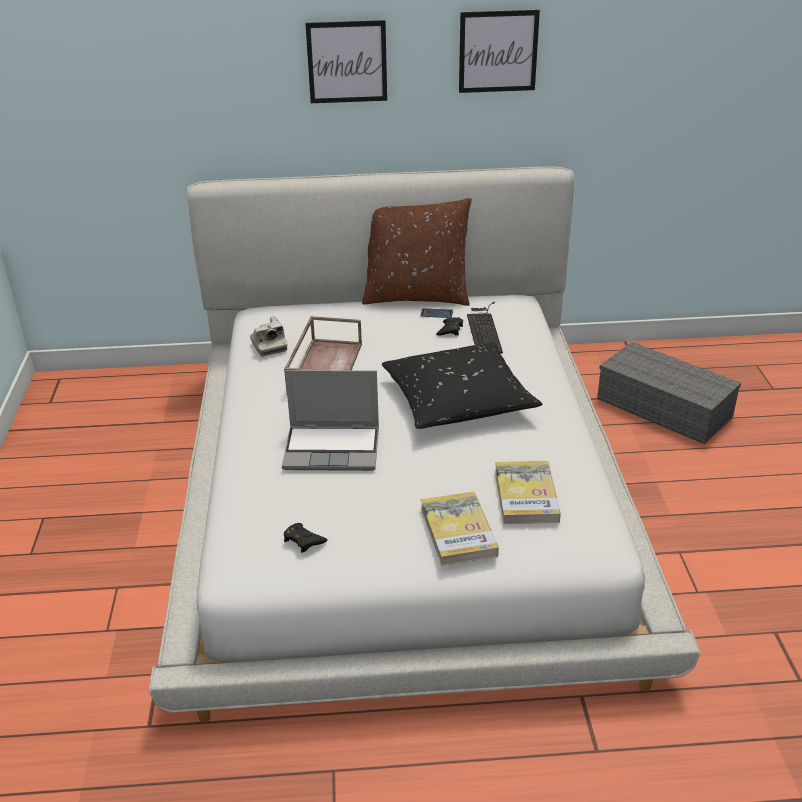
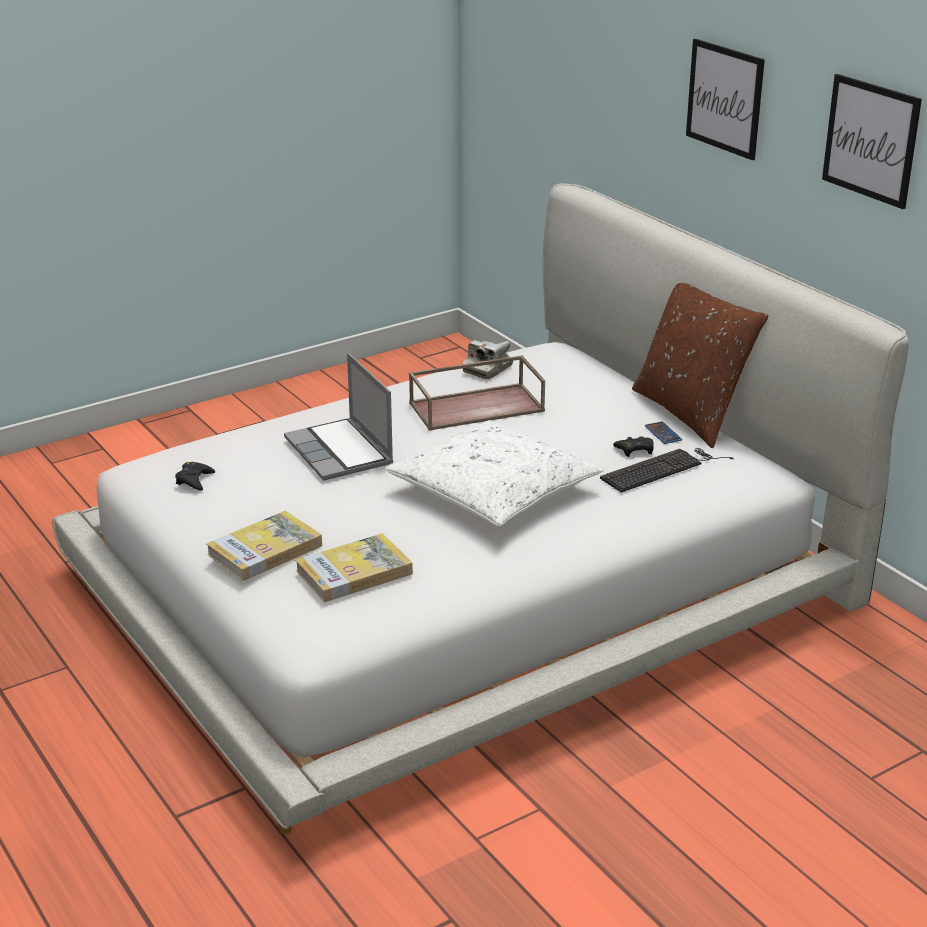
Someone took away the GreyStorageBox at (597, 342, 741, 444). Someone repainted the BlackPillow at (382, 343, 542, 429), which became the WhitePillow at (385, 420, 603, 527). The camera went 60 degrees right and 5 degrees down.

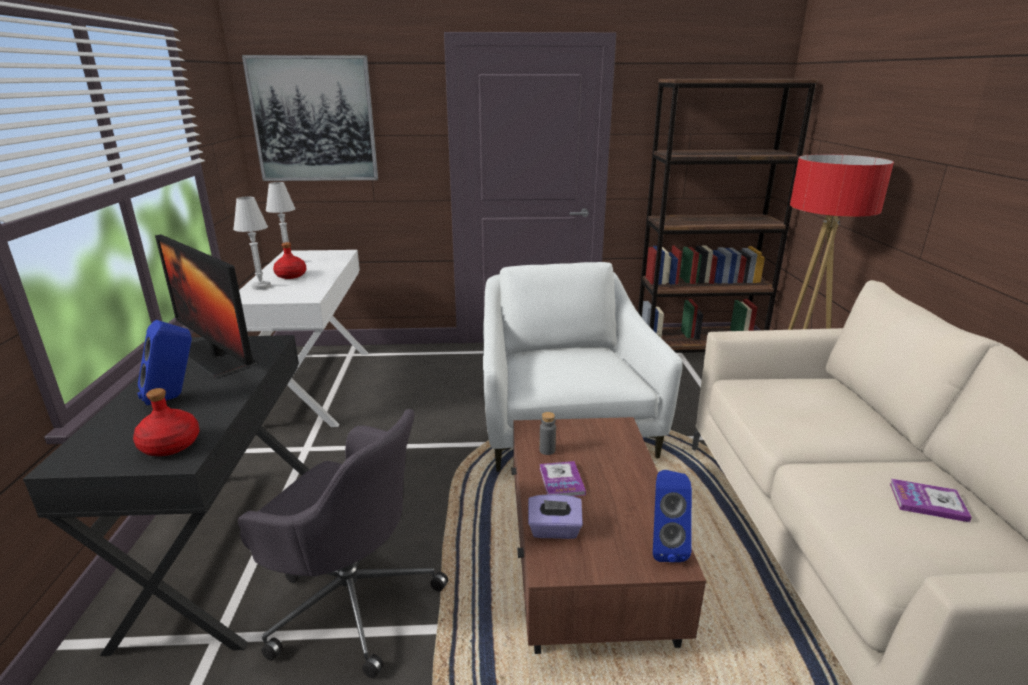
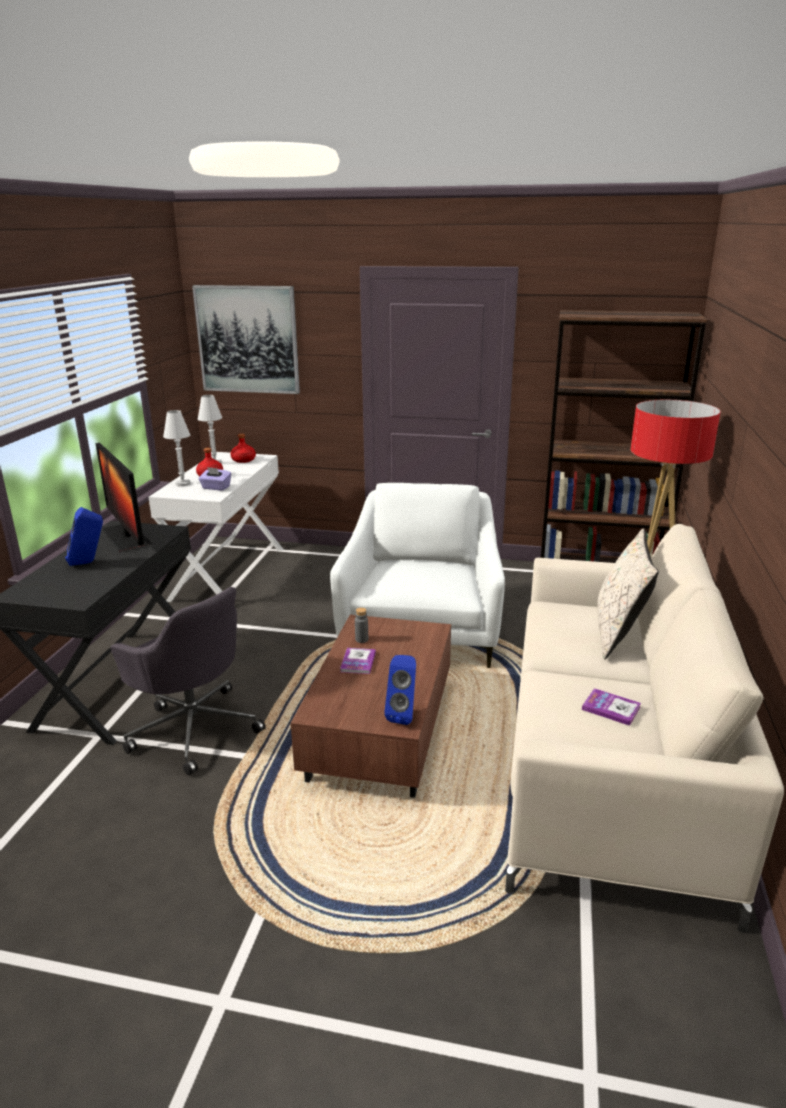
Someone put down the BeigePillow at (597, 529, 659, 659). Someone carried the RedBottle from (133, 388, 199, 456) to (230, 434, 256, 463). Someone carried the PurpleTissueBox from (528, 494, 583, 539) to (199, 467, 231, 491). The camera went 15 degrees right and 0 degrees up.

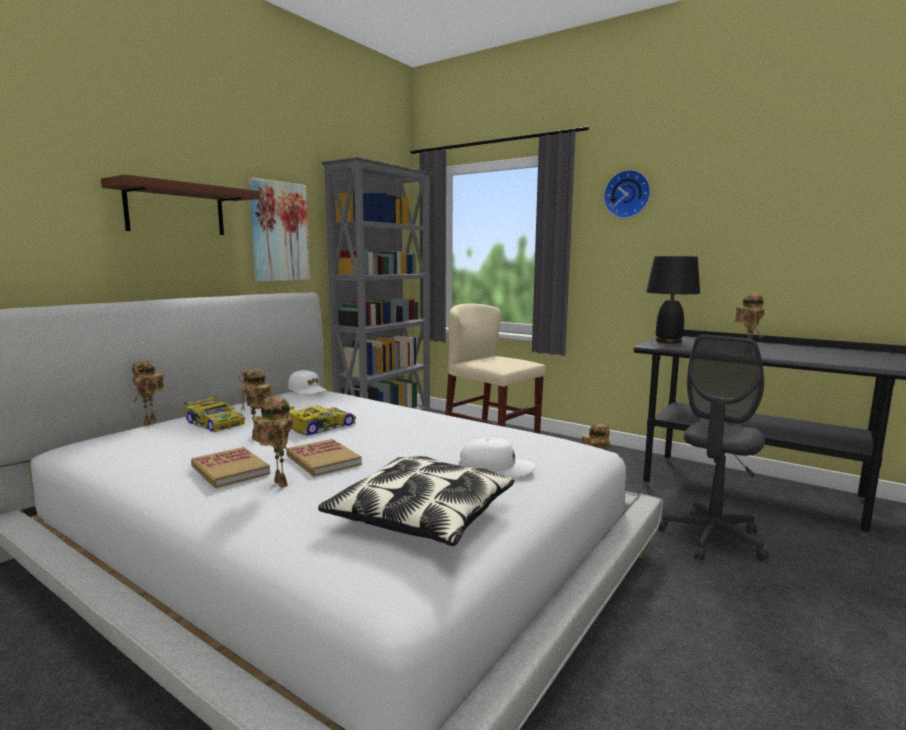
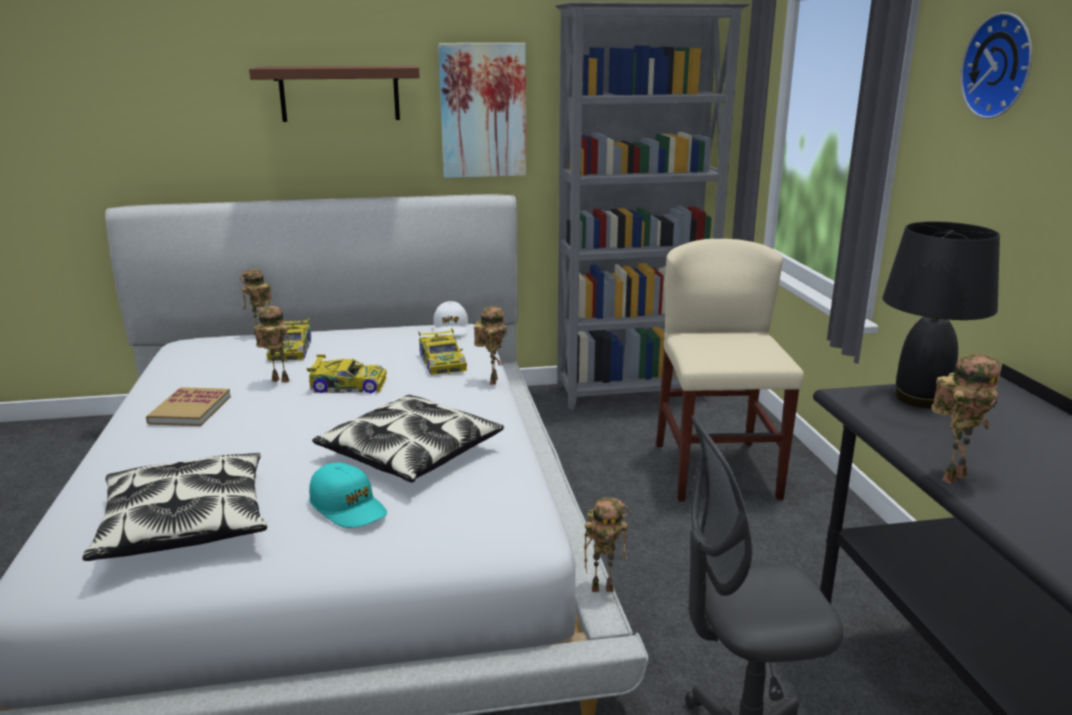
Someone took away the Book at (286, 439, 362, 477). Someone put down the Pillow at (312, 395, 504, 483). Someone put down the ToyCar at (419, 328, 467, 375). Someone carried the ToyRobot from (253, 397, 298, 488) to (474, 306, 507, 385). Someone repainted the WhiteCap at (458, 438, 535, 478), which became the TurquoiseCap at (309, 462, 387, 528). The camera went 45 degrees right and 10 degrees up.

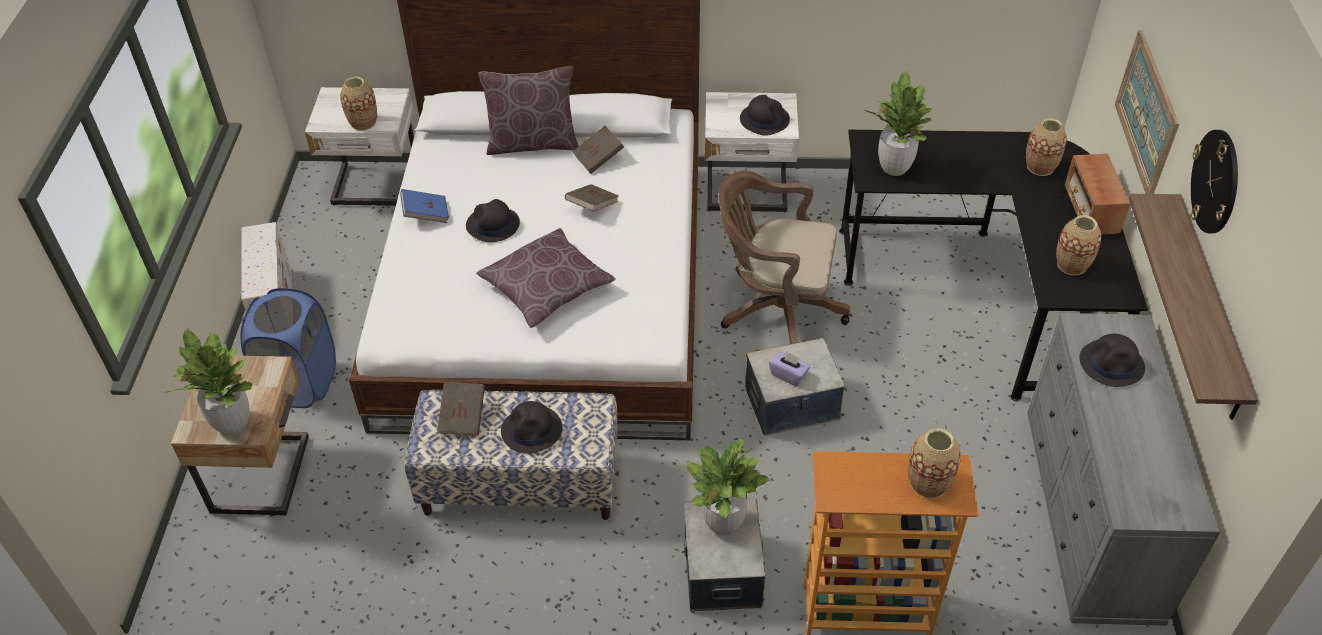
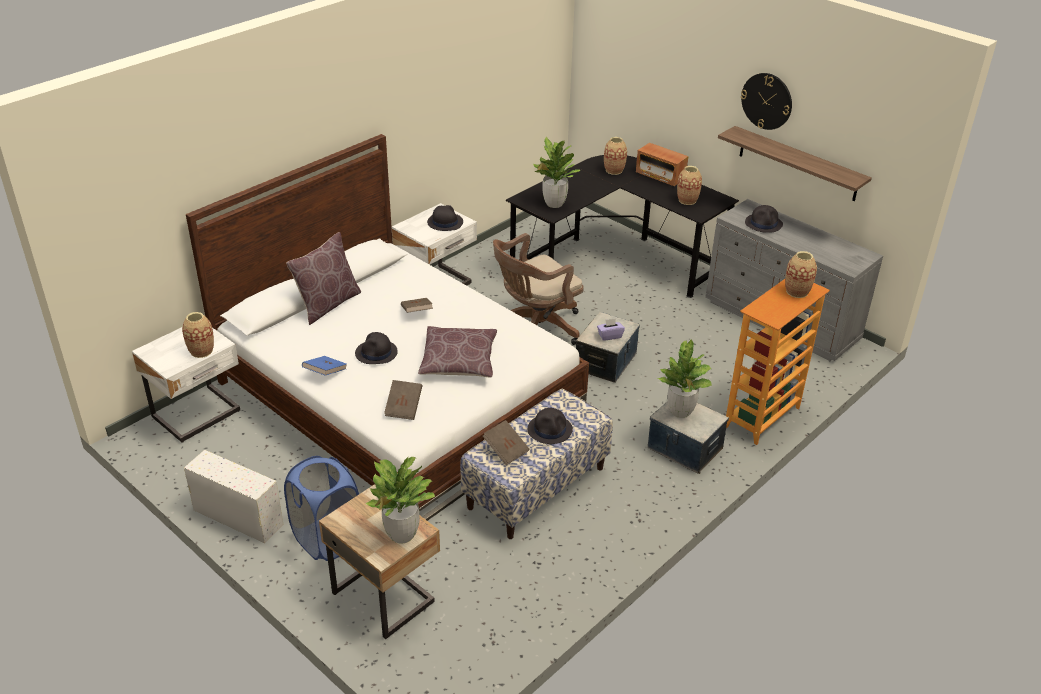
Someone took away the Picture at (1115, 30, 1179, 194). Someone carried the BrownBook from (572, 126, 624, 174) to (384, 380, 423, 420). The camera went 50 degrees left and 10 degrees down.

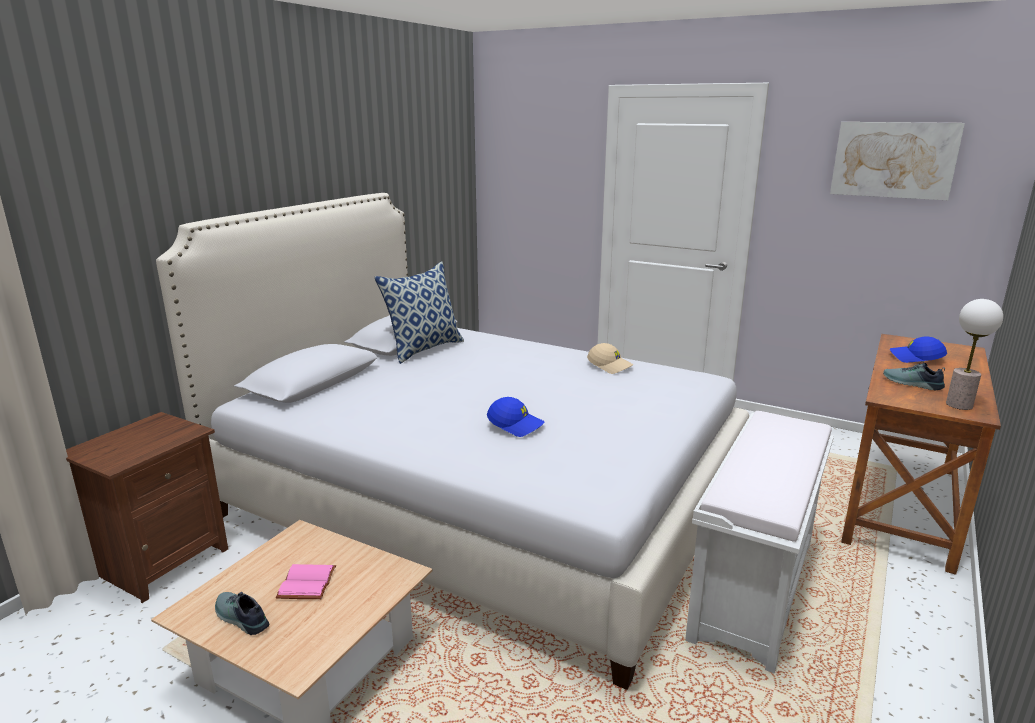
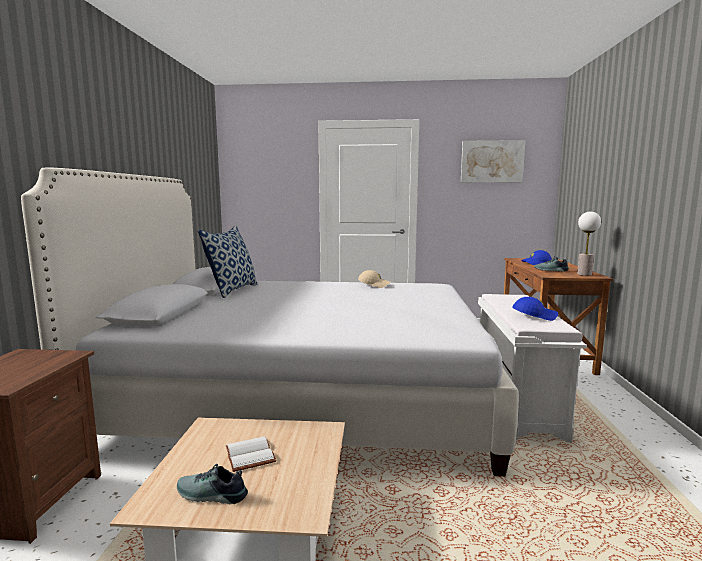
Someone carried the BlueCap from (487, 397, 544, 437) to (512, 297, 558, 321). Someone repainted the PinkBook at (276, 564, 336, 599), which became the WhiteBook at (226, 436, 276, 472). The camera went 25 degrees left and 10 degrees down.

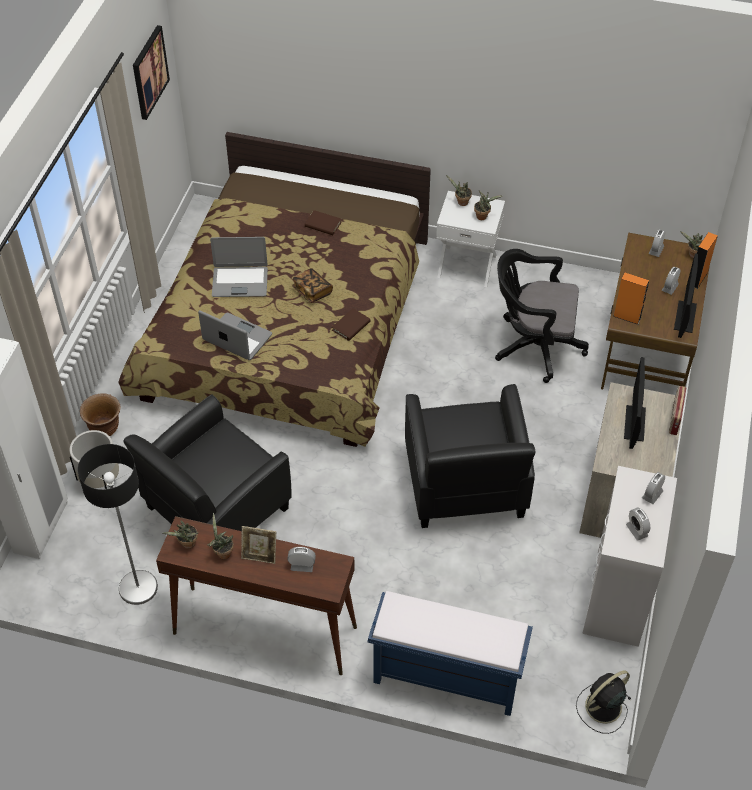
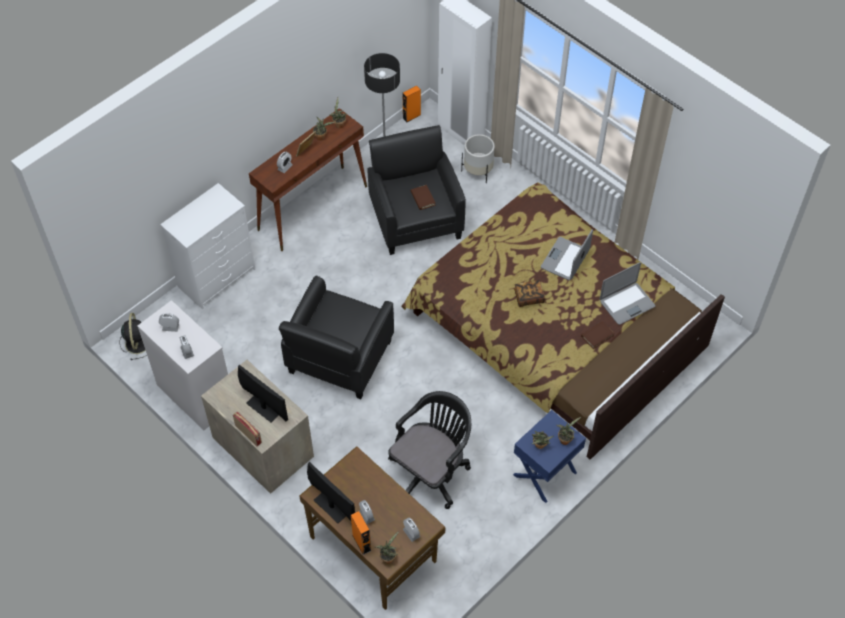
Someone took away the BrownPlanter at (80, 393, 120, 436). Someone took away the Picture at (133, 25, 170, 120). Someone carried the Laptop from (198, 310, 272, 360) to (600, 262, 655, 325). Someone carried the BrownBook from (332, 308, 370, 341) to (411, 185, 436, 210). Someone carried the OrangeSpeaker from (613, 272, 649, 325) to (403, 85, 421, 123). Someone swapped the BlueBench at (368, 591, 533, 716) for the WhiteDresser at (160, 183, 255, 309). Someone repainted the WhiteNightstand at (436, 191, 505, 287), which became the BlueNightstand at (513, 410, 586, 503). Someone rotated the BlackArmchair at (405, 384, 535, 528) by 90 degrees counterclockwise. The camera went 120 degrees right and 5 degrees up.

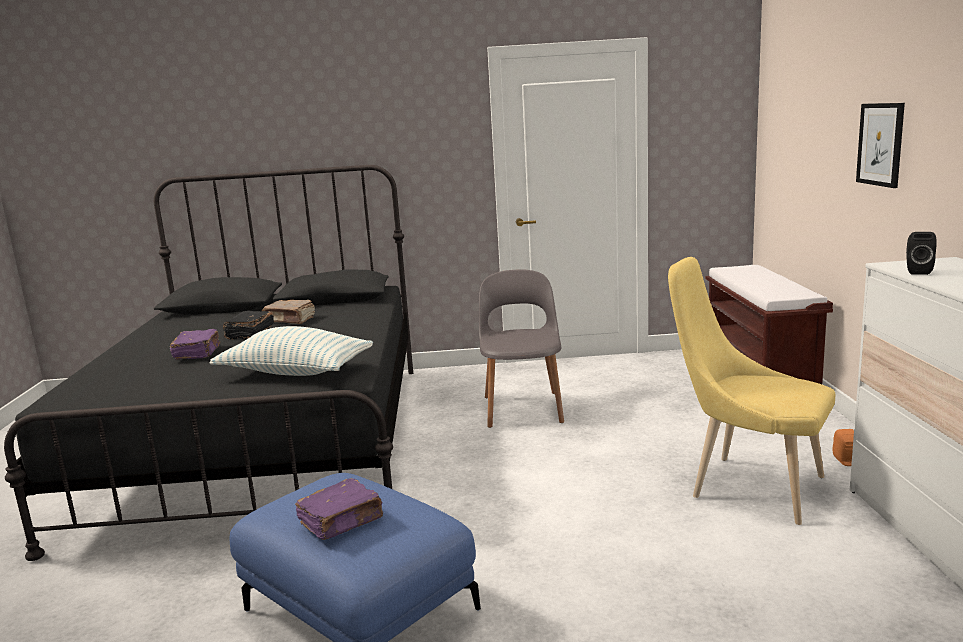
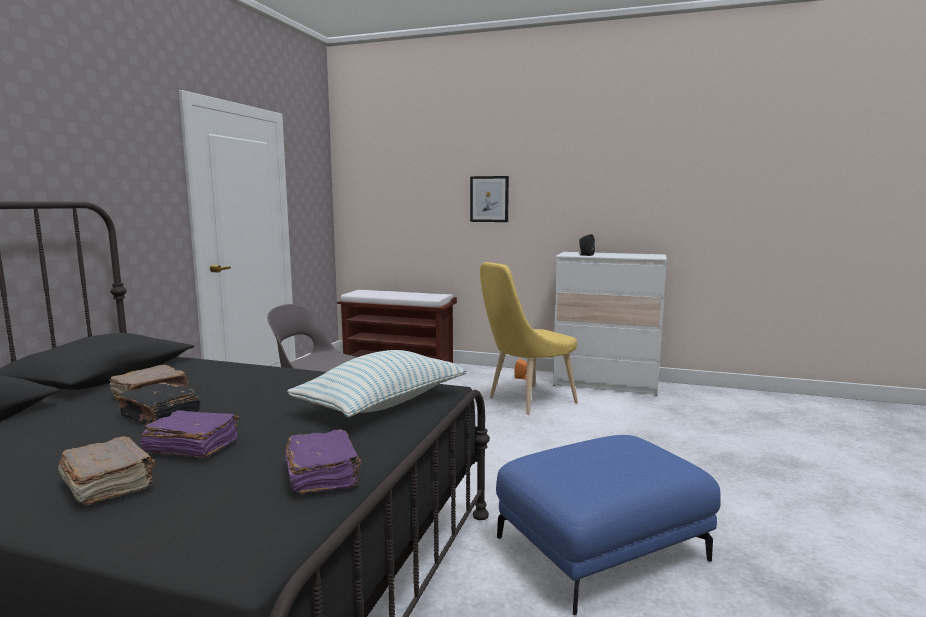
Someone put down the BrownBook at (58, 436, 155, 505). Someone carried the PurpleBook from (295, 478, 383, 540) to (285, 429, 362, 495). The camera went 70 degrees left and 5 degrees down.

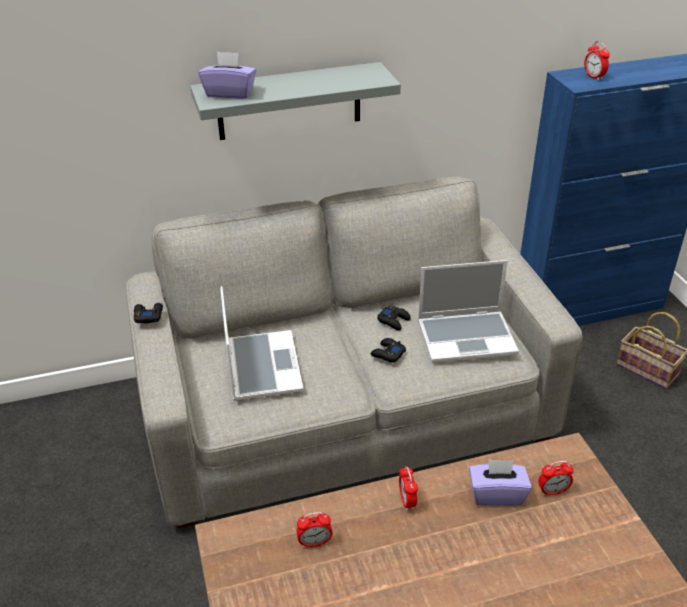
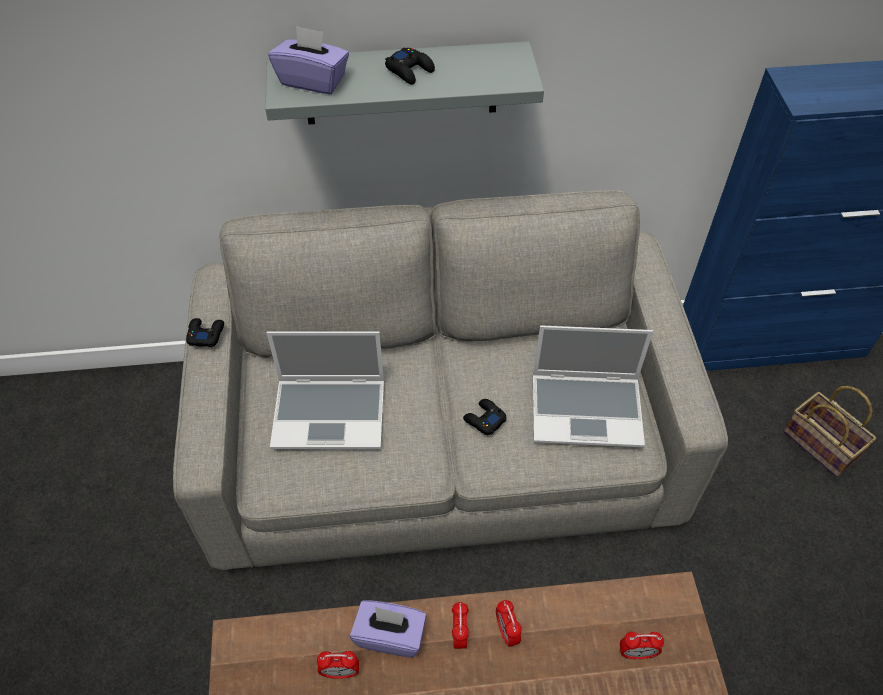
Someone carried the BlackGameController from (377, 306, 411, 330) to (385, 47, 435, 85). Someone carried the PurpleTissueBox from (469, 459, 532, 506) to (350, 601, 427, 658). Someone carried the AlarmClock from (584, 41, 610, 80) to (496, 600, 522, 647). Someone rotated the Laptop at (220, 286, 304, 400) by 90 degrees clockwise. The camera went 10 degrees right and 15 degrees up.

